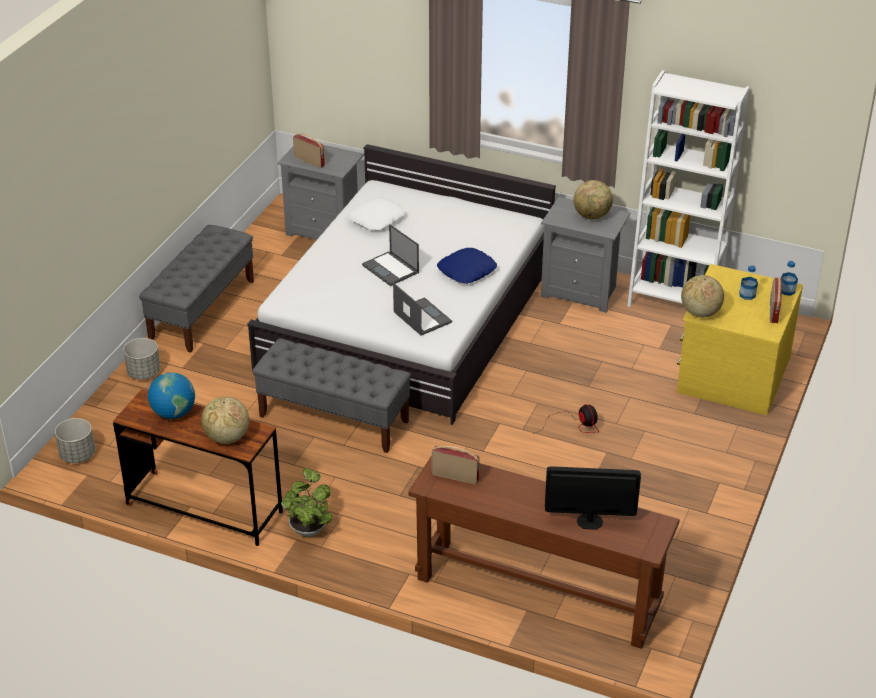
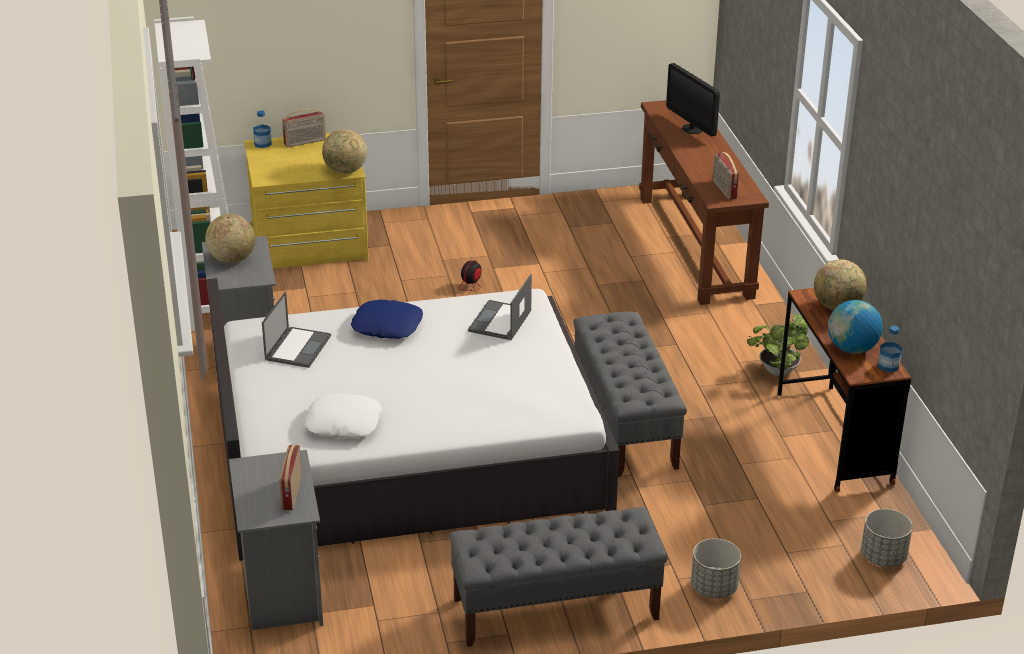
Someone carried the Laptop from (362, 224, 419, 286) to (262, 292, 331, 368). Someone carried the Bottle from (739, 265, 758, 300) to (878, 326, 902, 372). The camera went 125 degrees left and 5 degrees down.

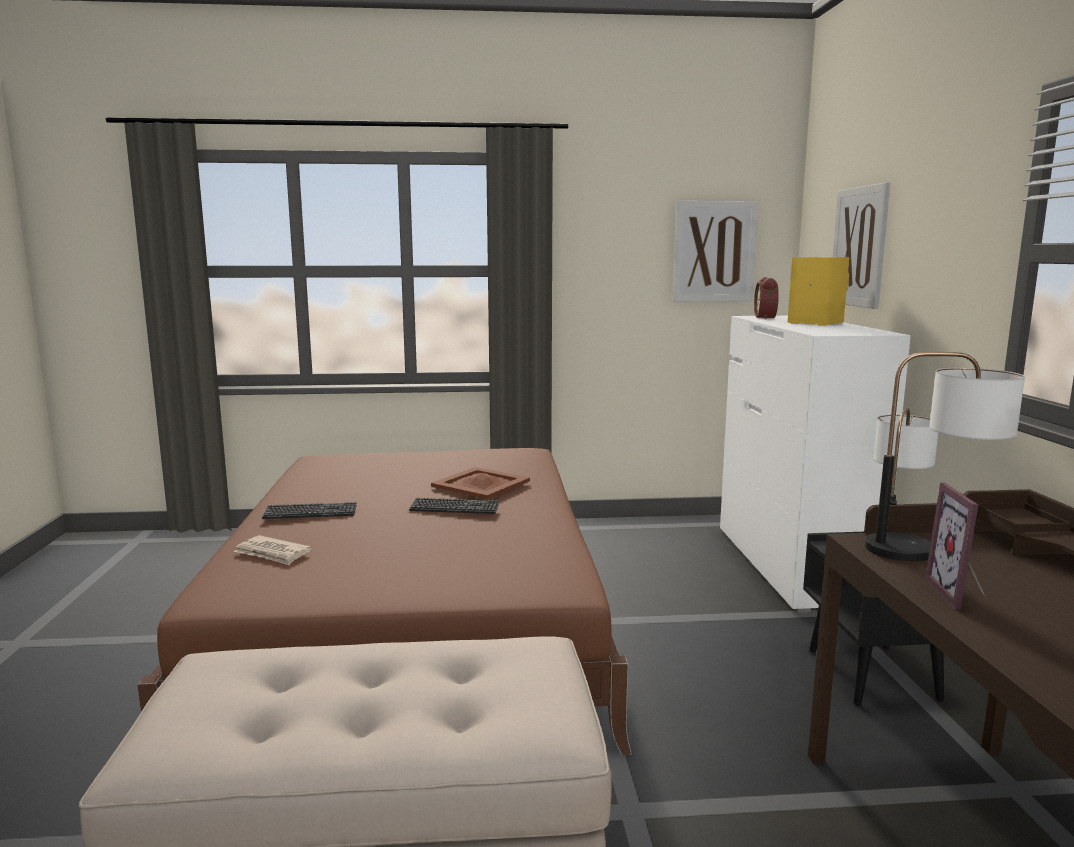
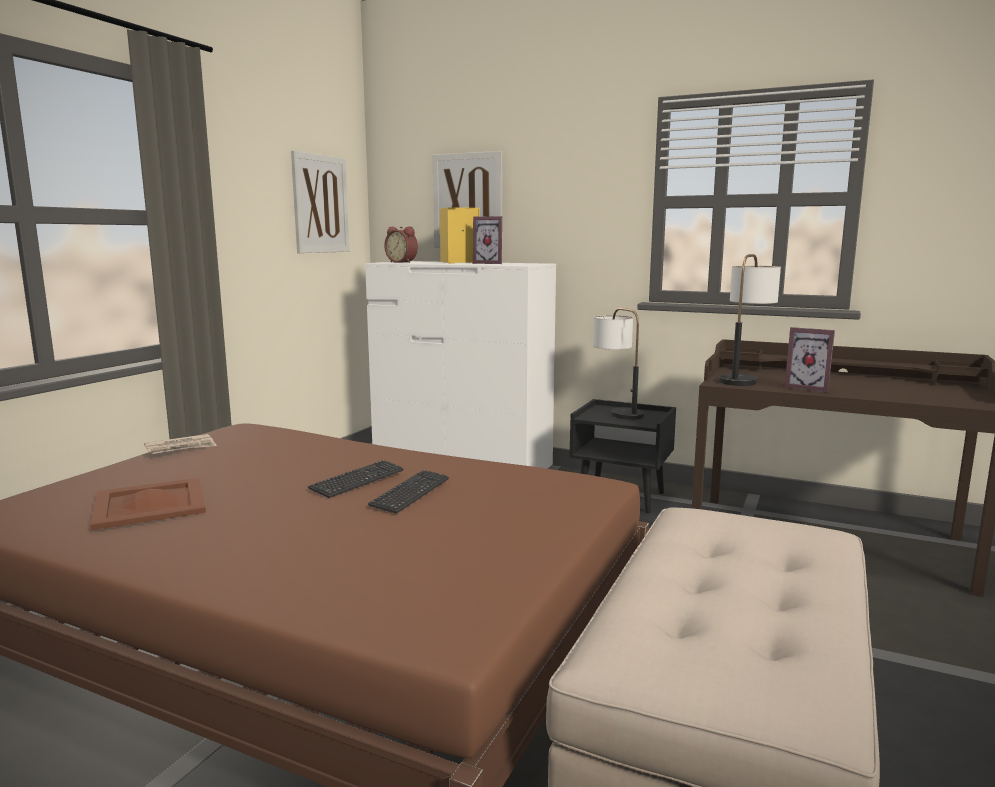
Someone put down the PictureFrame at (473, 216, 502, 264). Someone carried the Newspaper from (234, 535, 312, 565) to (144, 434, 217, 454). Someone carried the Keyboard from (262, 502, 357, 519) to (368, 470, 449, 514). Someone carried the BrownTray from (431, 467, 530, 499) to (90, 478, 206, 530). The camera went 60 degrees left and 0 degrees up.

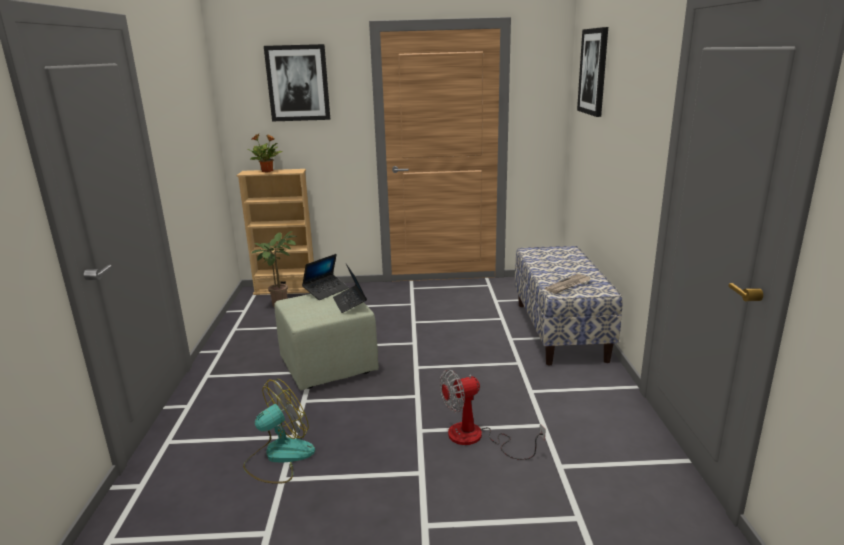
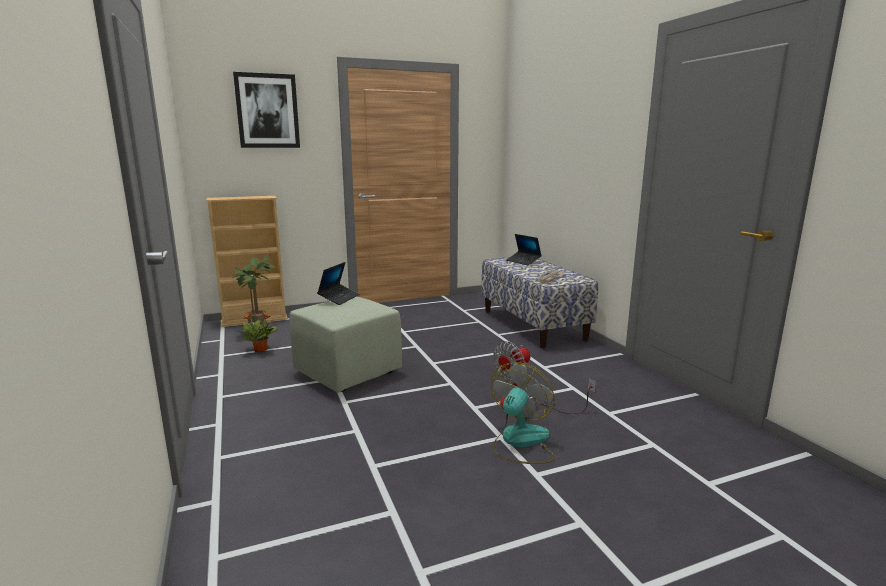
Someone took away the Picture at (577, 27, 608, 117). Someone carried the Fan from (243, 379, 315, 484) to (491, 362, 556, 464). Someone carried the PottedPlant from (247, 134, 282, 173) to (240, 312, 277, 352). Someone carried the Laptop from (333, 264, 367, 313) to (506, 234, 542, 266). The camera went 20 degrees left and 5 degrees down.

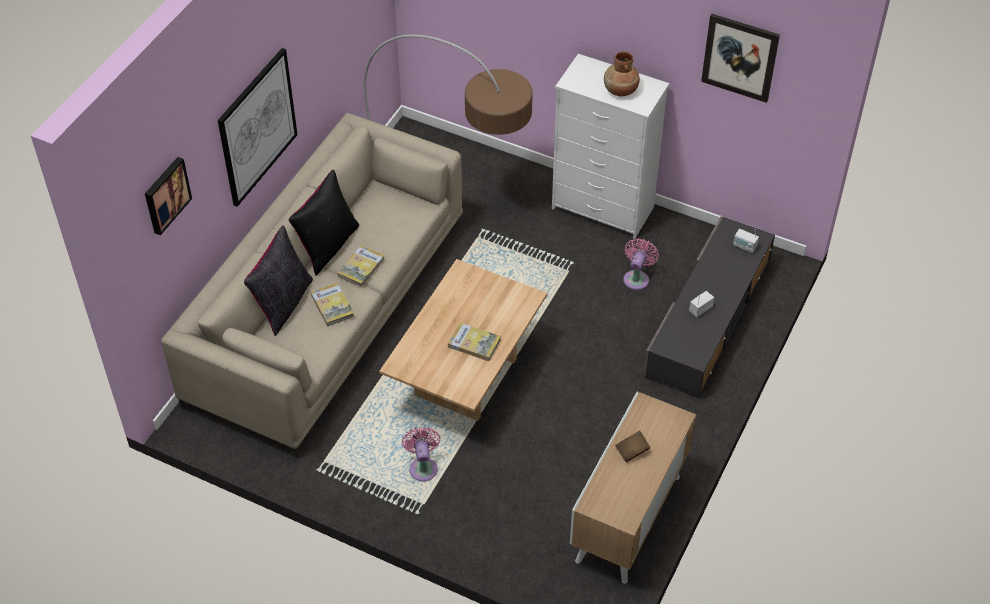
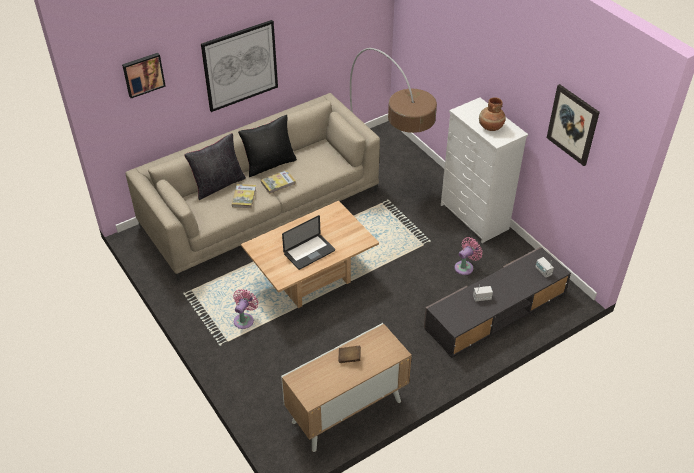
Someone swapped the Book at (448, 323, 501, 361) for the Laptop at (282, 215, 335, 270). The camera went 30 degrees right and 5 degrees down.

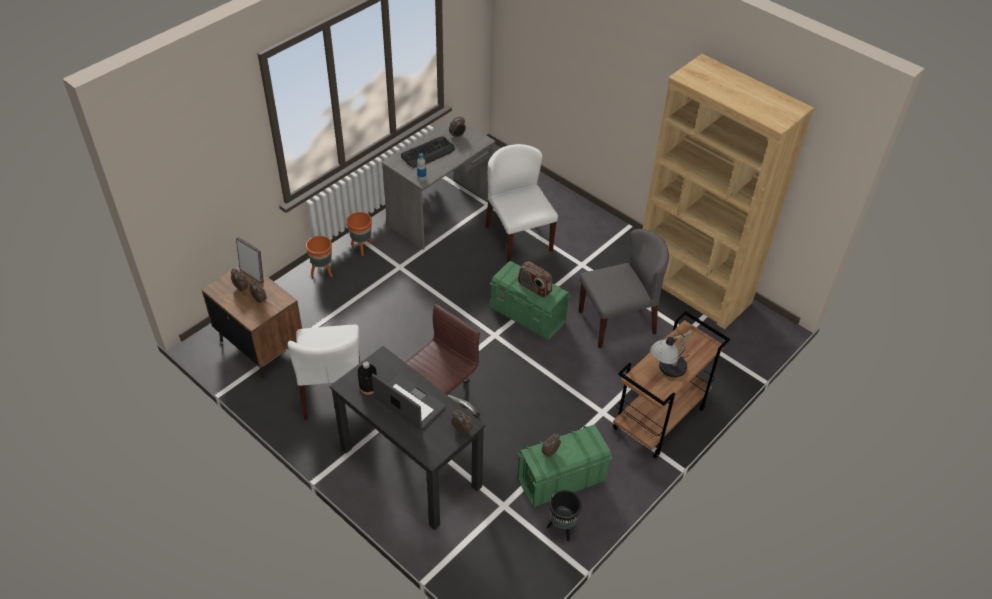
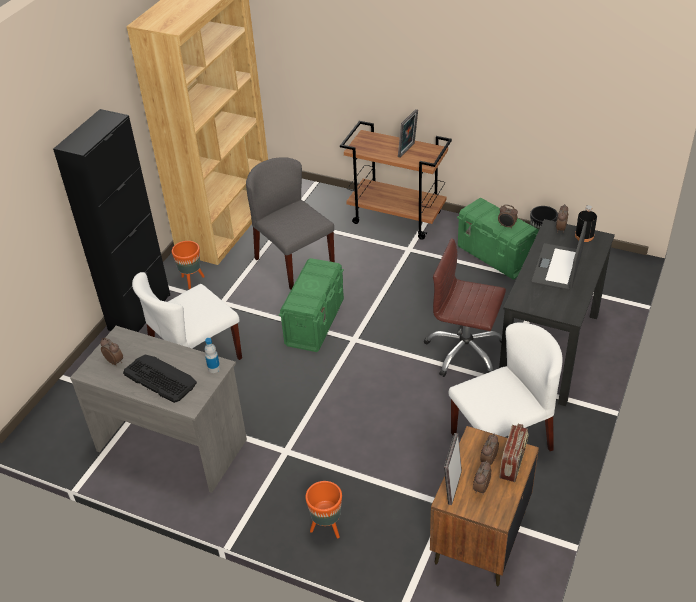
Someone put down the BlackCabinet at (53, 109, 170, 332). Someone carried the OrangePlanter from (346, 212, 372, 256) to (172, 241, 205, 289). Someone carried the BlackBottle from (358, 362, 377, 395) to (575, 205, 597, 242). Someone carried the Radio from (518, 262, 552, 298) to (499, 424, 529, 482). Someone swapped the TableLamp at (650, 329, 694, 377) for the PictureFrame at (398, 109, 418, 158). The camera went 105 degrees left and 5 degrees down.

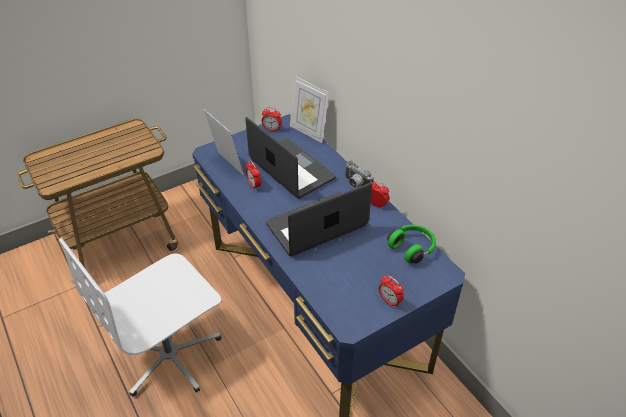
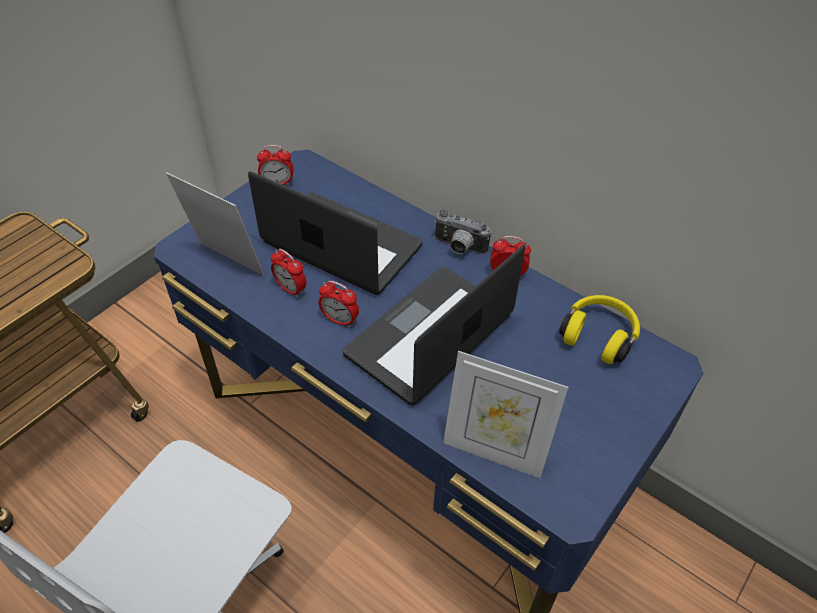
Someone carried the PictureFrame from (290, 76, 329, 143) to (443, 351, 568, 478). Someone carried the AlarmClock from (379, 276, 404, 308) to (318, 281, 359, 328). Someone repainted the GreenHeadphones at (387, 225, 436, 264), which became the YellowHeadphones at (559, 295, 640, 364). The camera went 20 degrees left and 5 degrees up.

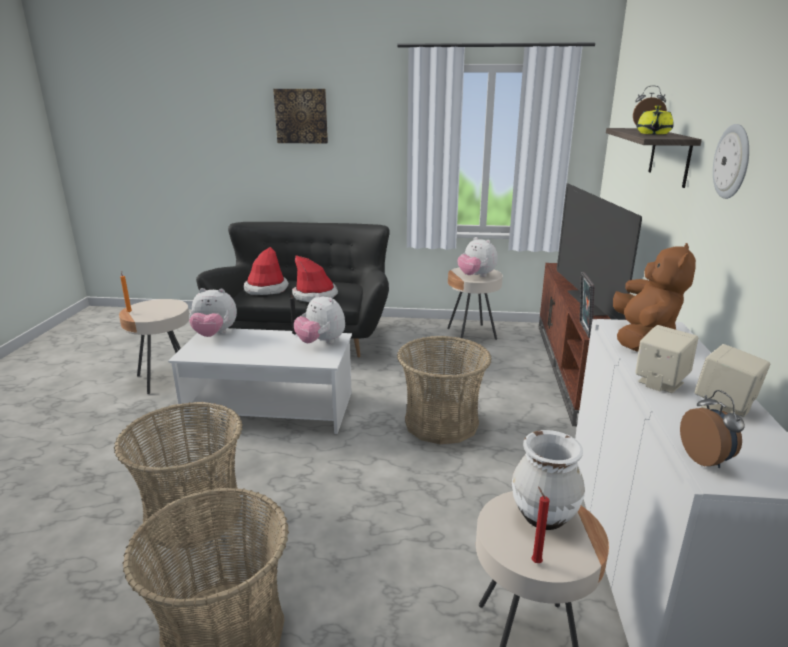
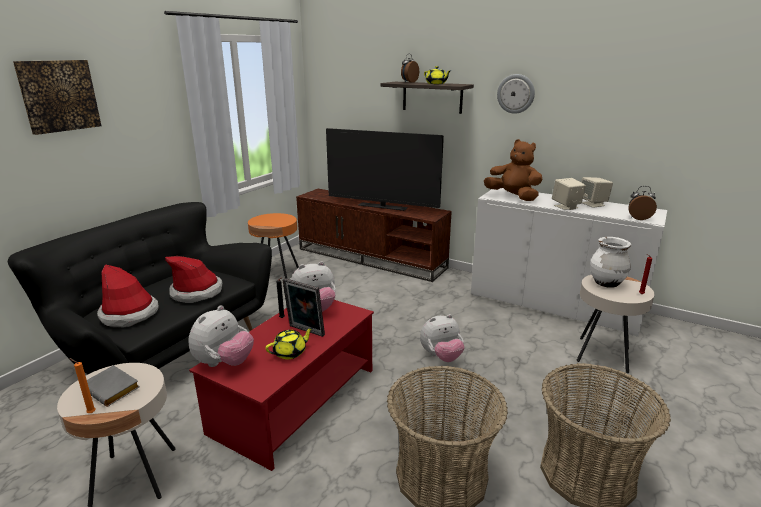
Someone took away the Basket at (397, 336, 492, 444). Someone put down the GreyBook at (87, 365, 140, 407). Someone put down the YellowTeapot at (265, 327, 313, 359). Someone carried the PlushToy from (458, 237, 498, 277) to (420, 314, 464, 362). Someone carried the PictureFrame from (580, 272, 594, 338) to (282, 278, 325, 337). Someone repainted the WhiteCoffeeTable at (168, 328, 352, 434), which became the RedCoffeeTable at (189, 300, 374, 471). Someone repainted the BeigeSideTable at (447, 267, 503, 343), which became the OrangeSideTable at (248, 213, 299, 279). The camera went 65 degrees left and 0 degrees up.

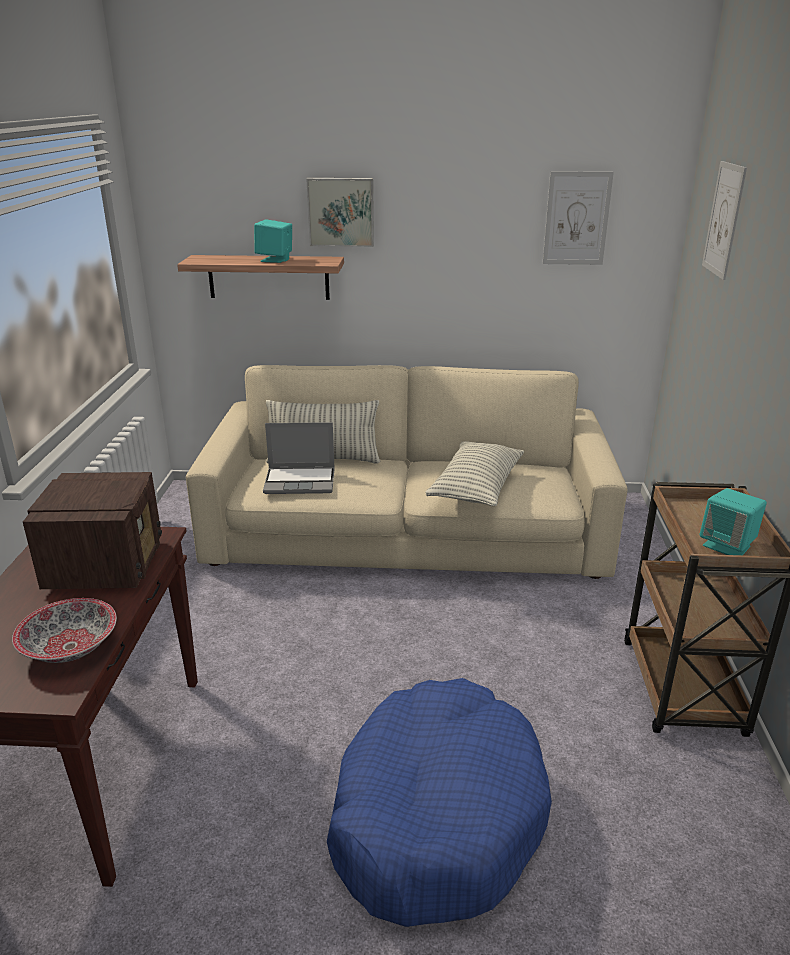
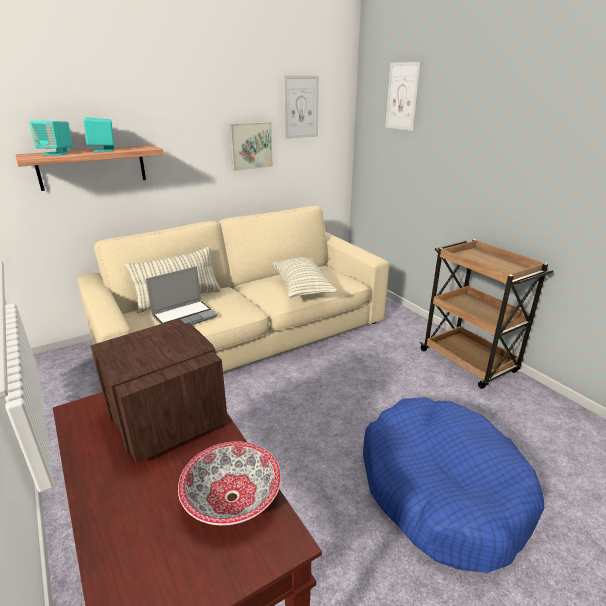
Someone carried the Picture from (306, 178, 374, 247) to (229, 122, 273, 171). Someone carried the TurquoiseSpeaker from (699, 488, 767, 555) to (30, 121, 73, 156). The camera went 35 degrees left and 0 degrees up.

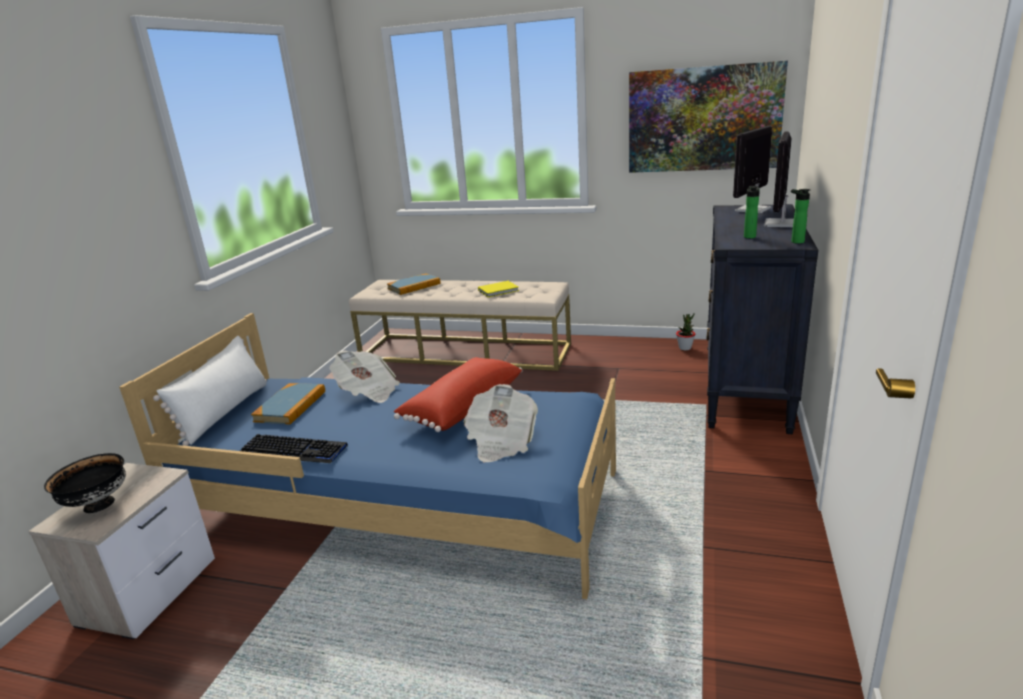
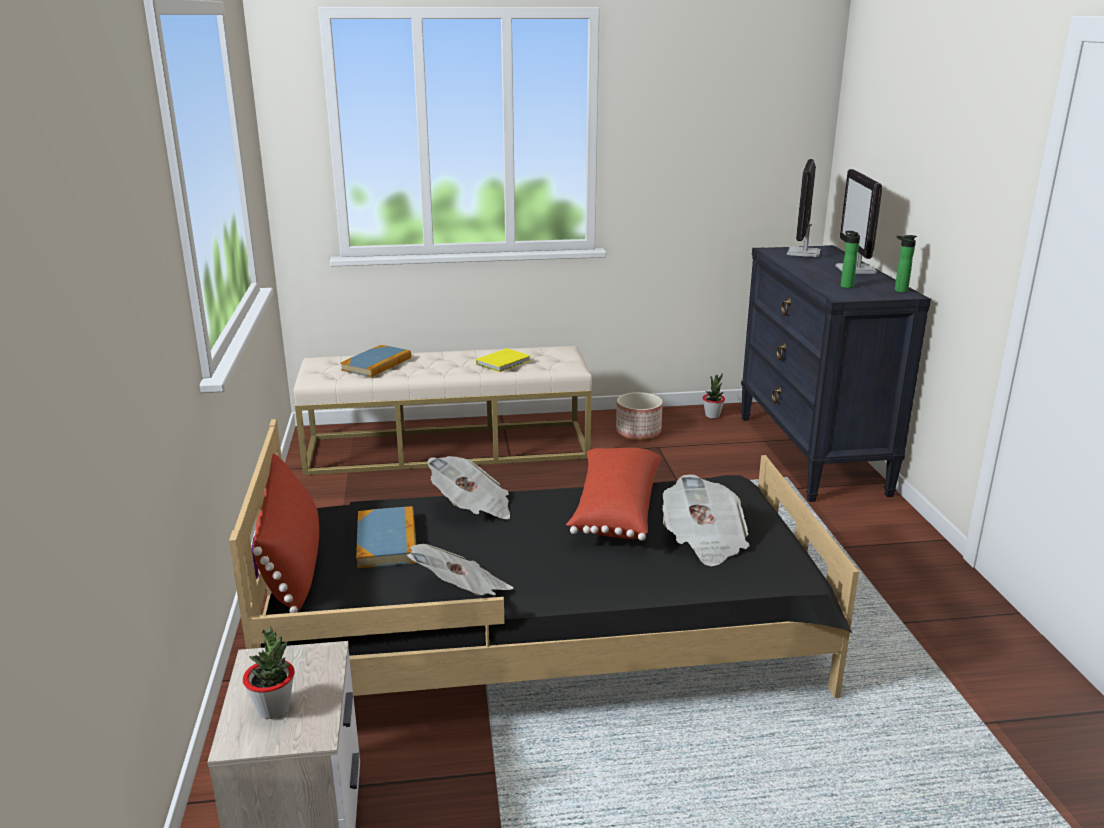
Someone took away the Picture at (629, 61, 788, 173). Someone put down the Planter at (616, 392, 663, 440). Someone swapped the BlackBowl at (44, 453, 126, 513) for the PottedPlant at (243, 626, 295, 719). Someone swapped the Keyboard at (240, 434, 348, 463) for the Newspaper at (407, 544, 514, 596). Someone repainted the BlueBed at (119, 313, 616, 599), which became the BlackBed at (229, 419, 859, 698). Someone repainted the WhitePillow at (153, 336, 267, 446), which became the RedPillow at (253, 453, 319, 613). The camera went 25 degrees left and 0 degrees up.

